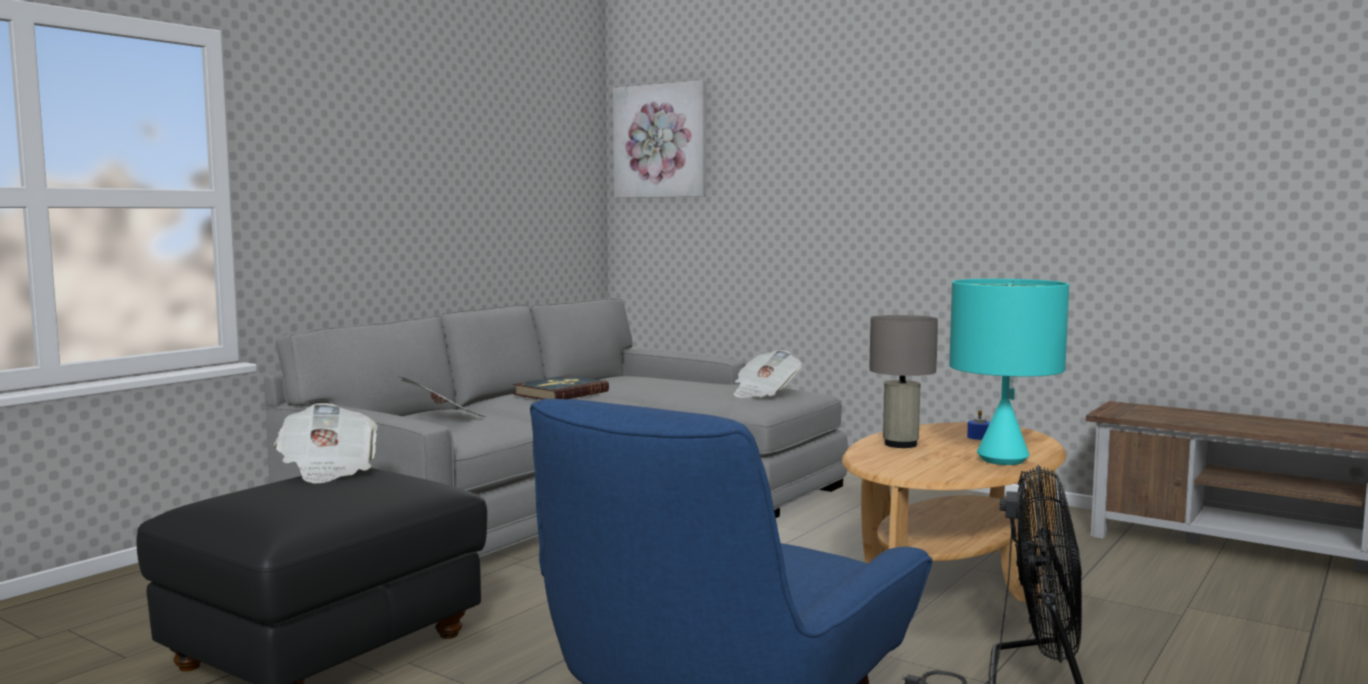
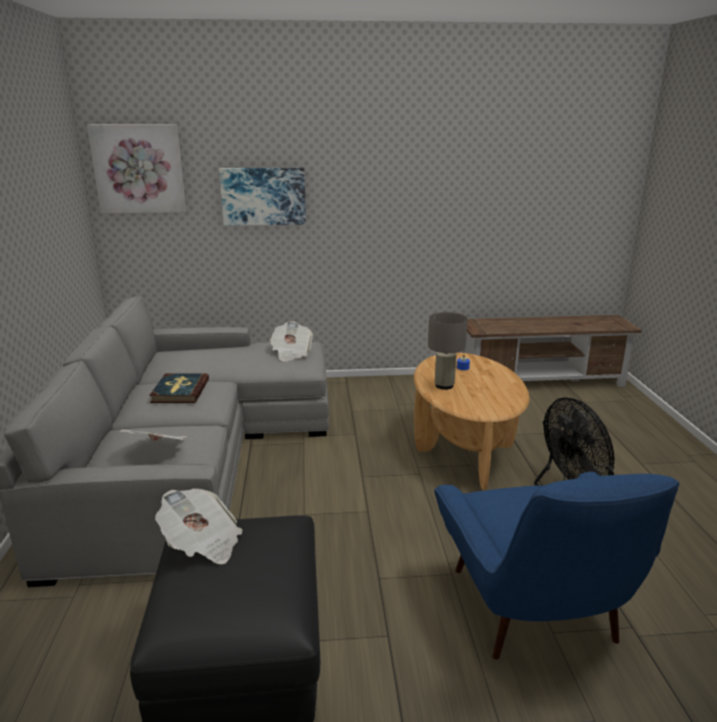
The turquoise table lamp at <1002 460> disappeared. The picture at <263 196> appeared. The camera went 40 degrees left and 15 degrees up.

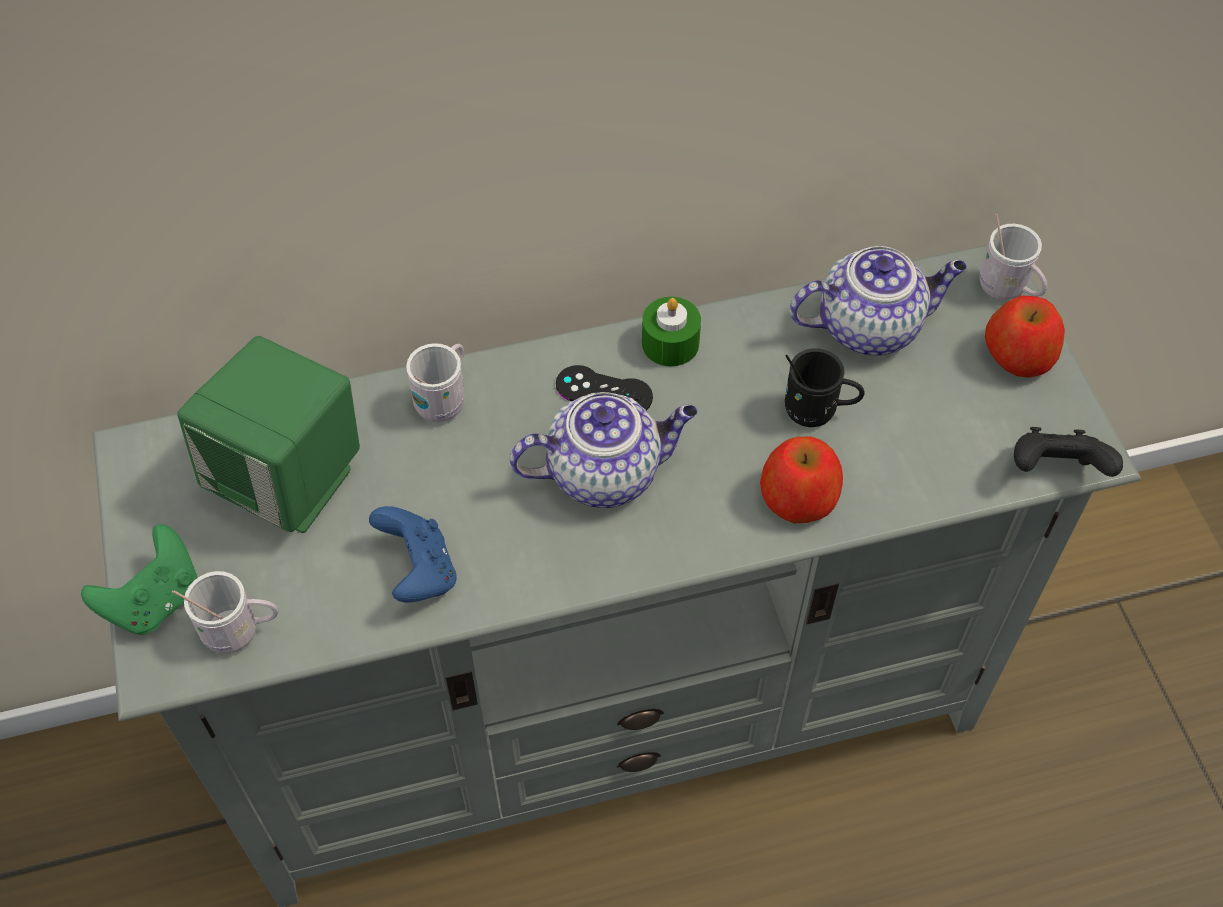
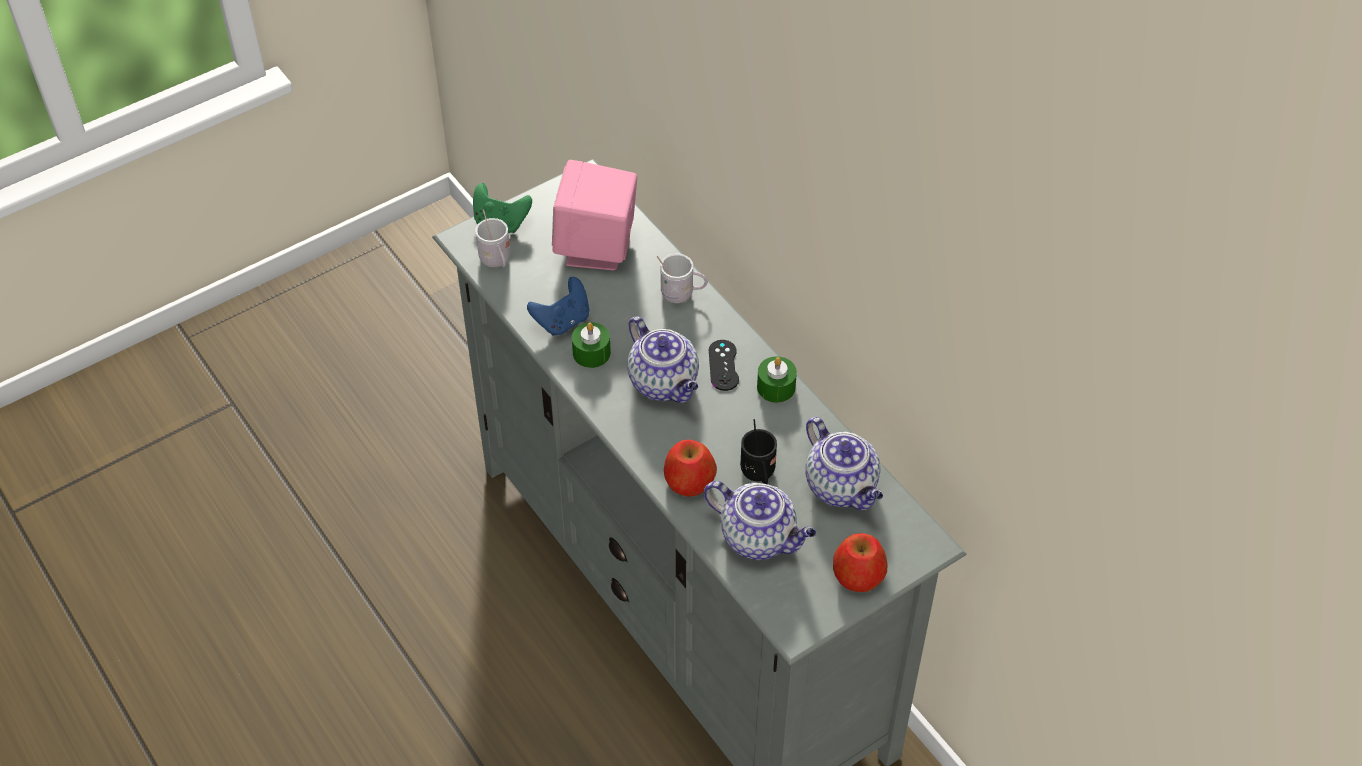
The white mug at <1007 290> disappeared. The green speaker at <290 480> became the pink speaker at <597 248>. The black game controller at <1055 471> disappeared. The green candle at <591 353> appeared. The teapot at <759 538> appeared. The camera went 70 degrees right and 5 degrees down.

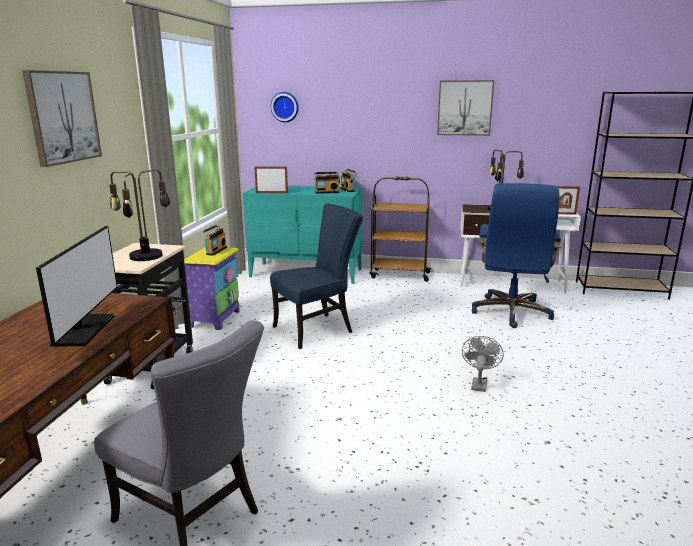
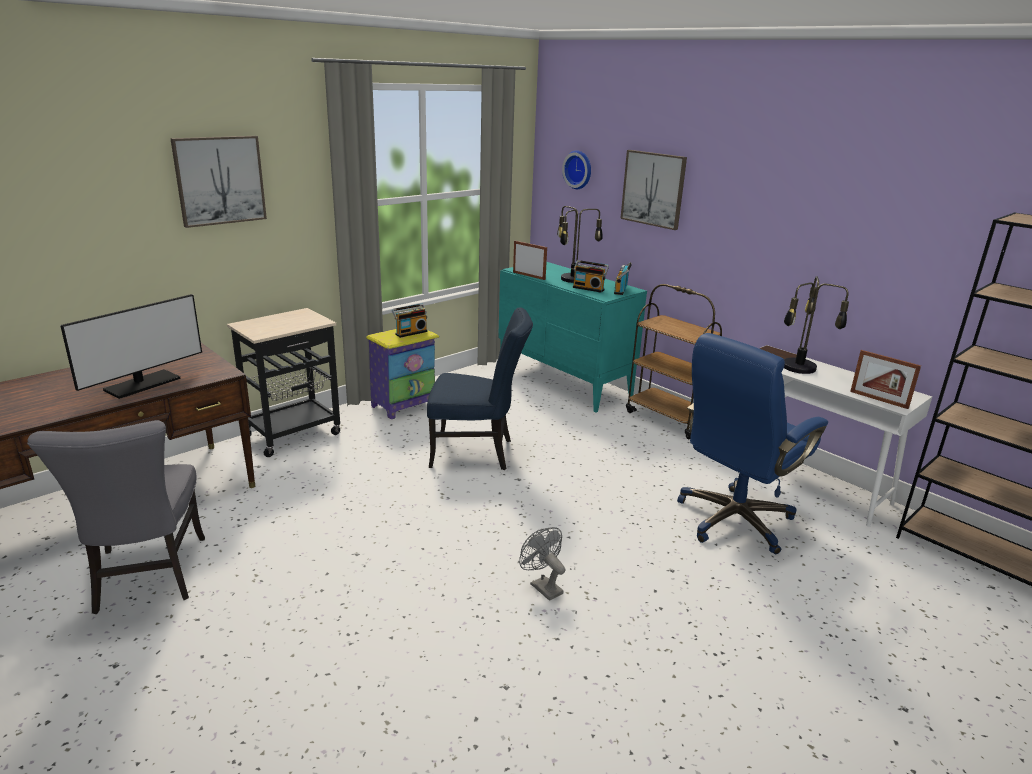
The picture moved from <465 108> to <653 189>. The table lamp moved from <145 256> to <573 279>. The grey fan at <479 383> turned 90 degrees counterclockwise. The camera went 35 degrees right and 5 degrees up.

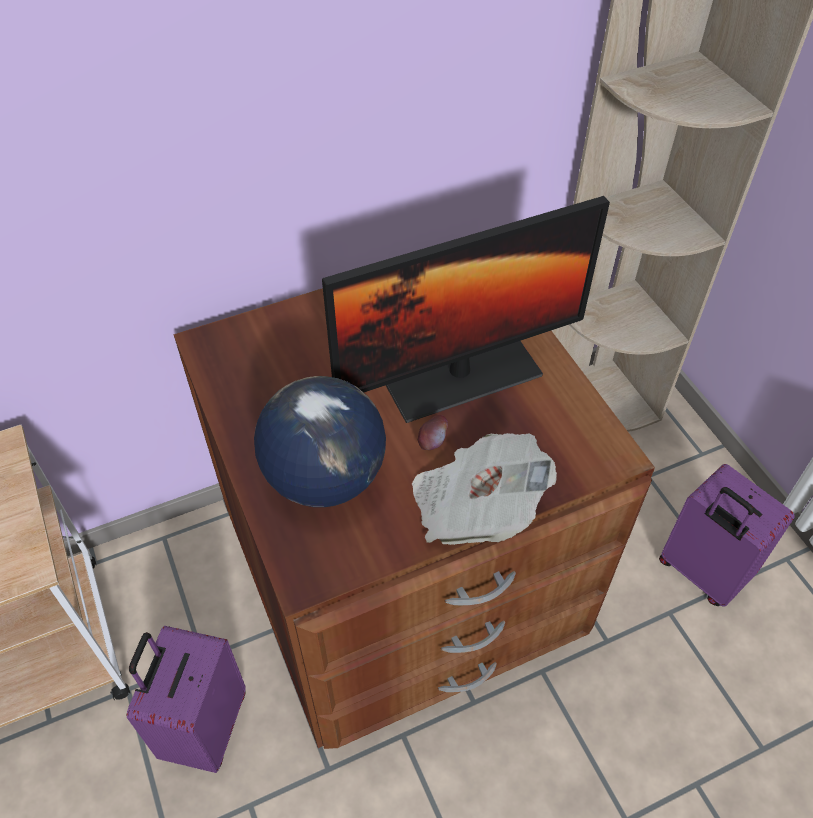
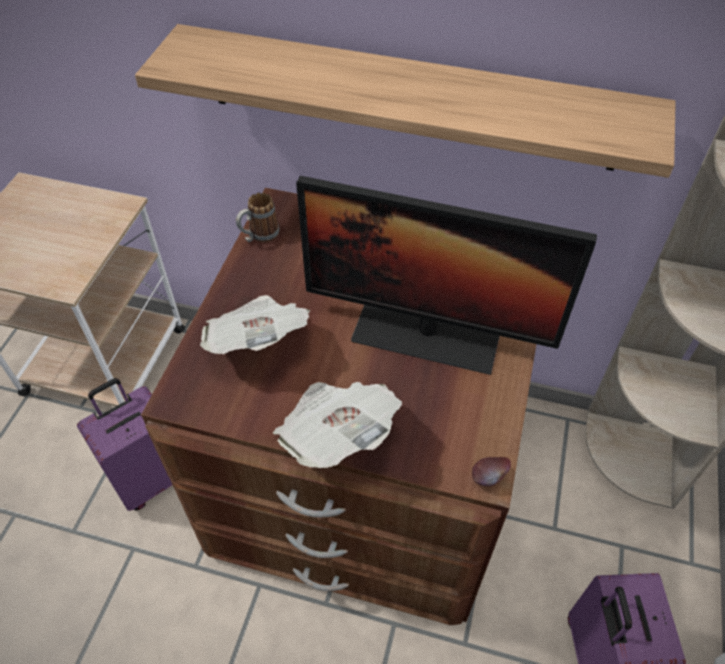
The globe at <324 477> was replaced by the newspaper at <258 341>. The apple moved from <432 442> to <488 477>. The shelf at <409 98> appeared. The mug at <259 236> appeared. The camera went 40 degrees right and 0 degrees up.

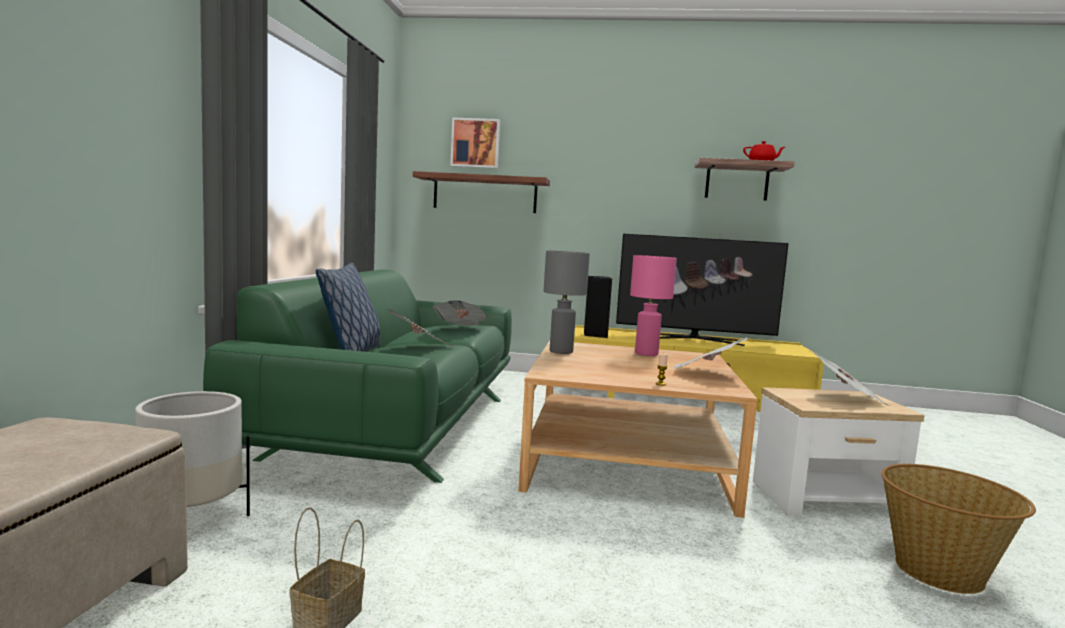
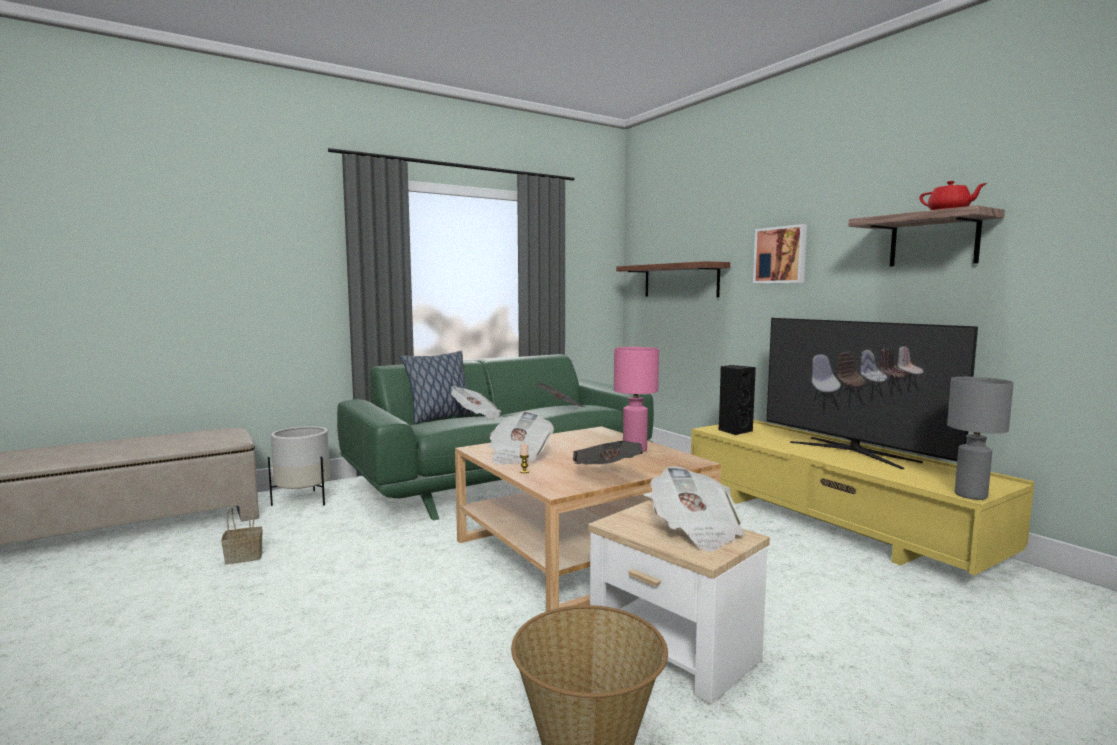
The picture moved from <475 143> to <781 255>. The grey table lamp moved from <560 351> to <970 495>. The newspaper at <518 456> appeared. The camera went 50 degrees right and 0 degrees up.

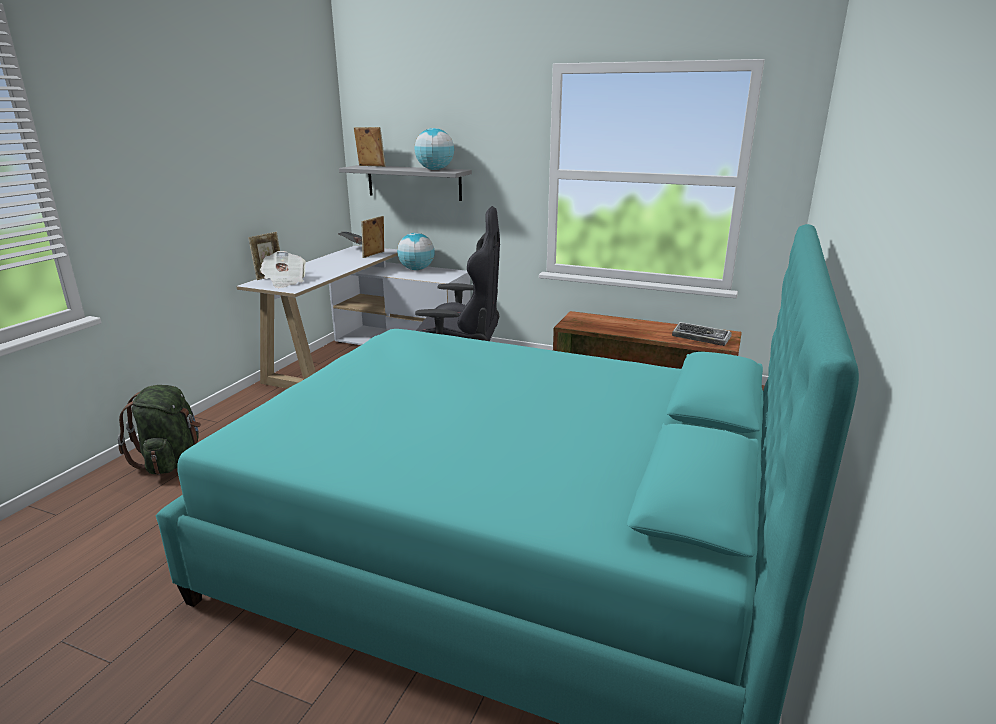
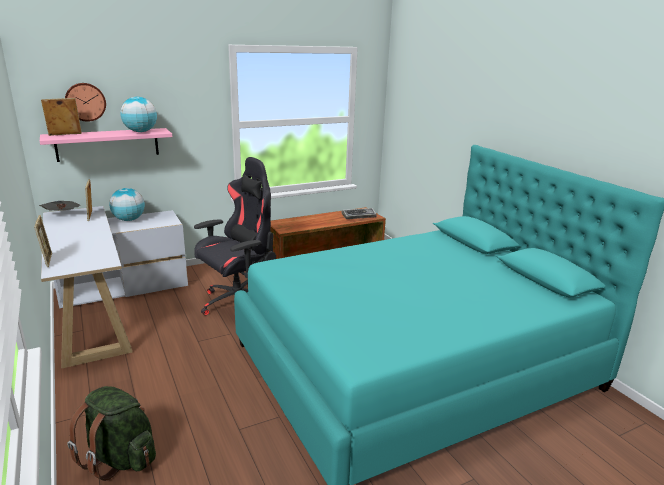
The grey shelf at <414 182> became the pink shelf at <108 144>. The newspaper at <285 281> disappeared. The wall clock at <85 102> appeared. The camera went 50 degrees left and 0 degrees up.

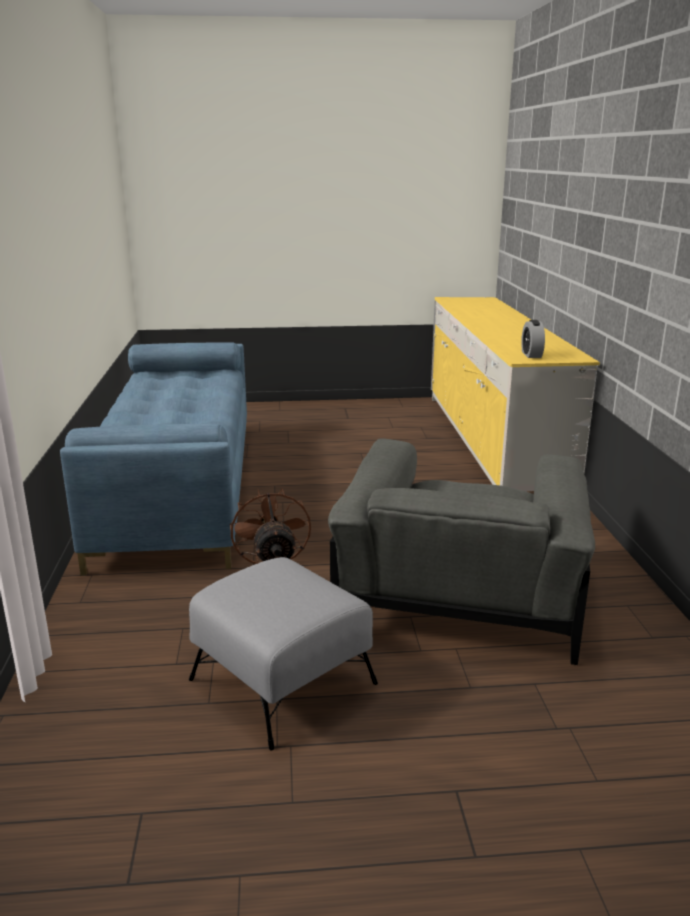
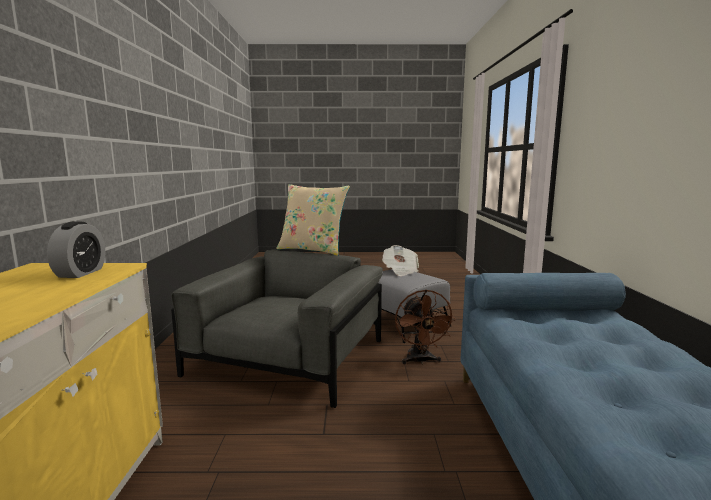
The beige pillow at <312 250> appeared. The newspaper at <400 271> appeared. The camera went 175 degrees left and 10 degrees down.

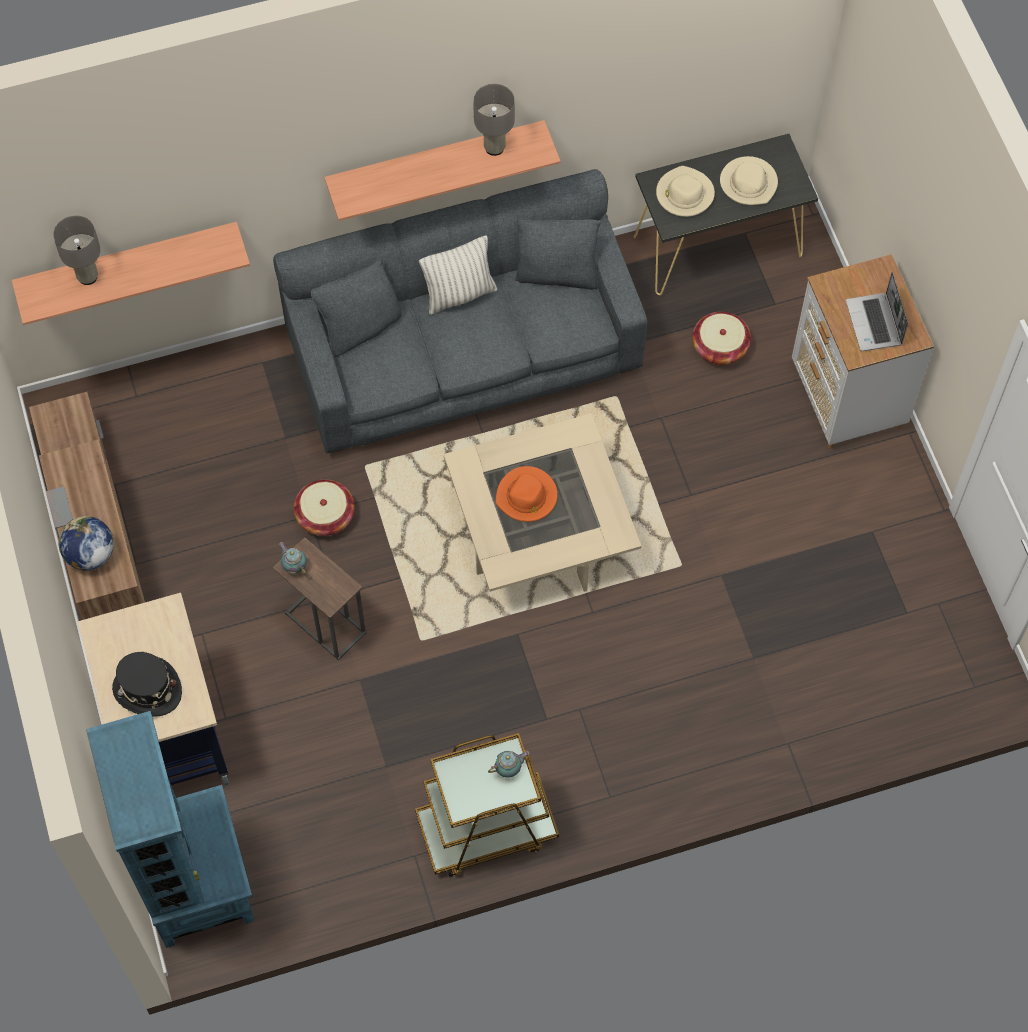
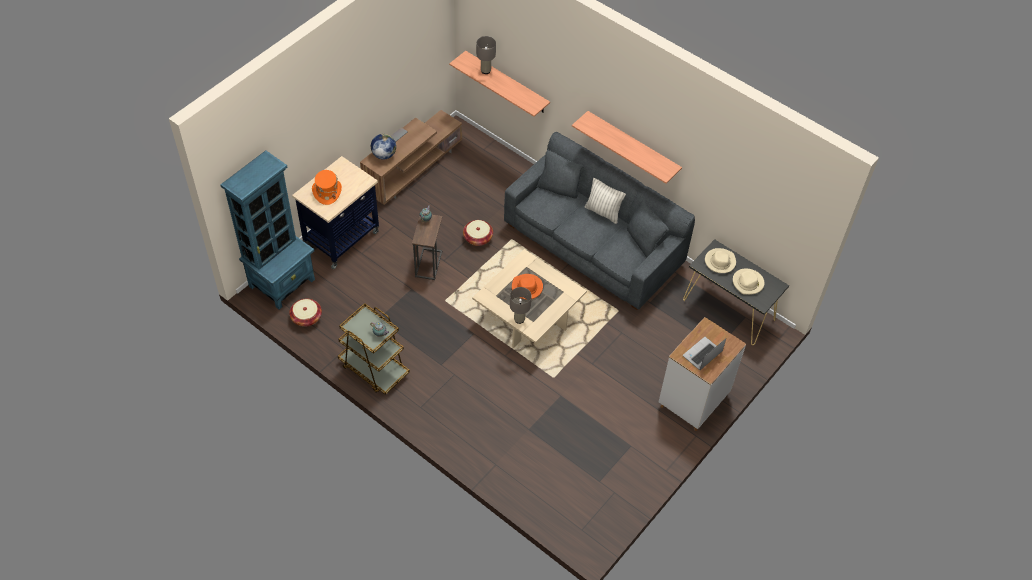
The grey table lamp moved from <494 147> to <519 319>. The basket moved from <720 347> to <306 317>. The black hat at <147 689> became the orange hat at <327 192>. The camera went 55 degrees right and 10 degrees down.

